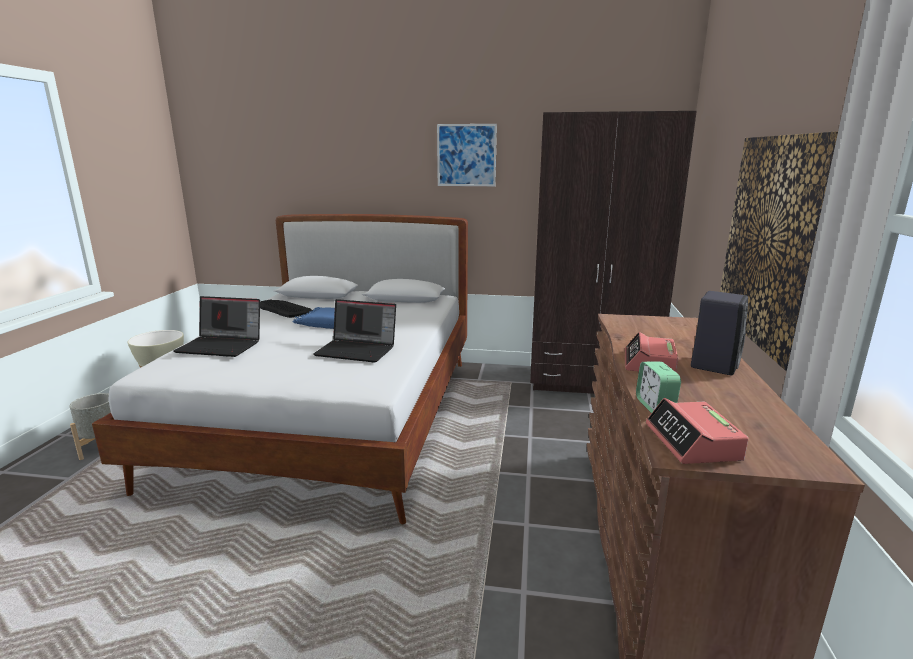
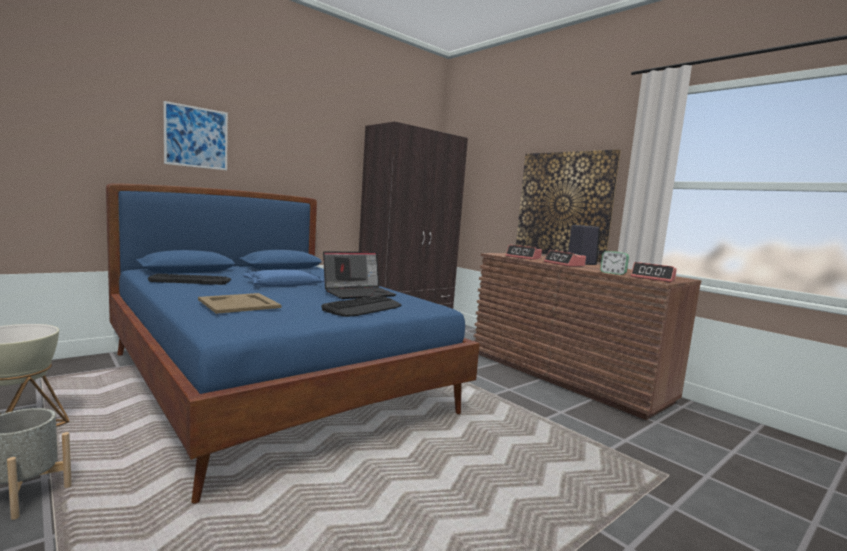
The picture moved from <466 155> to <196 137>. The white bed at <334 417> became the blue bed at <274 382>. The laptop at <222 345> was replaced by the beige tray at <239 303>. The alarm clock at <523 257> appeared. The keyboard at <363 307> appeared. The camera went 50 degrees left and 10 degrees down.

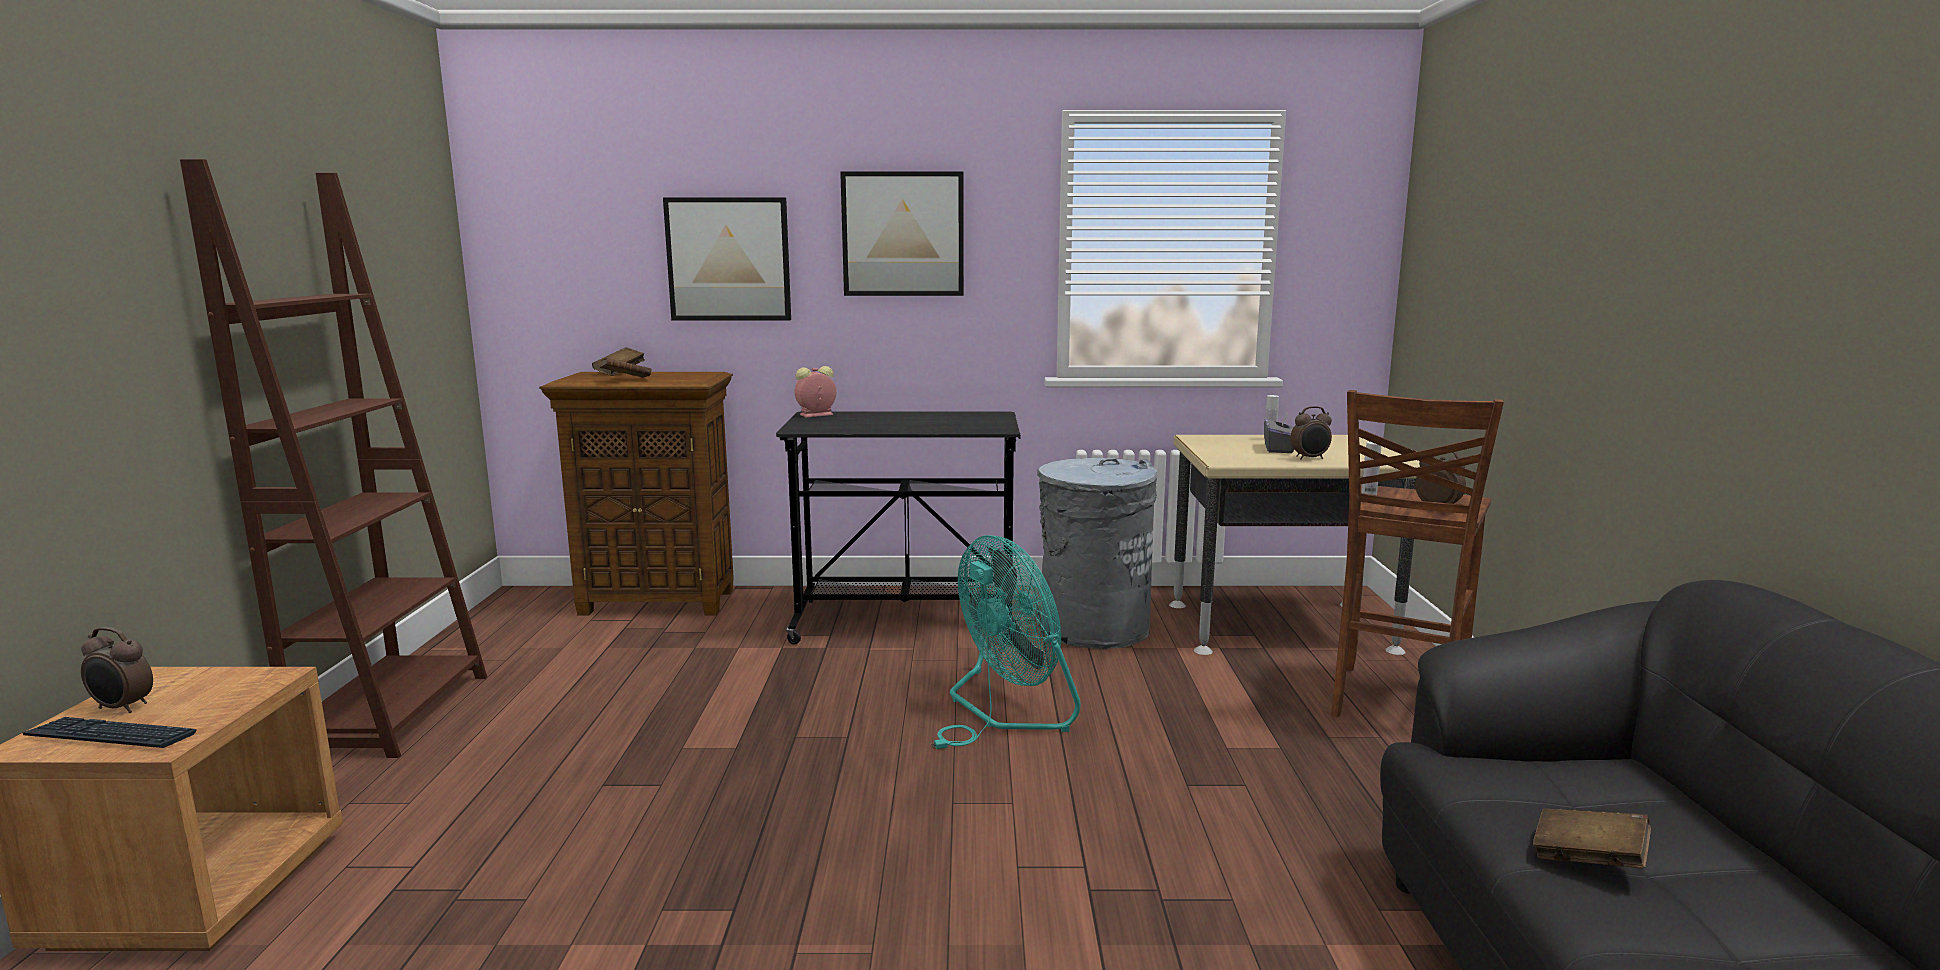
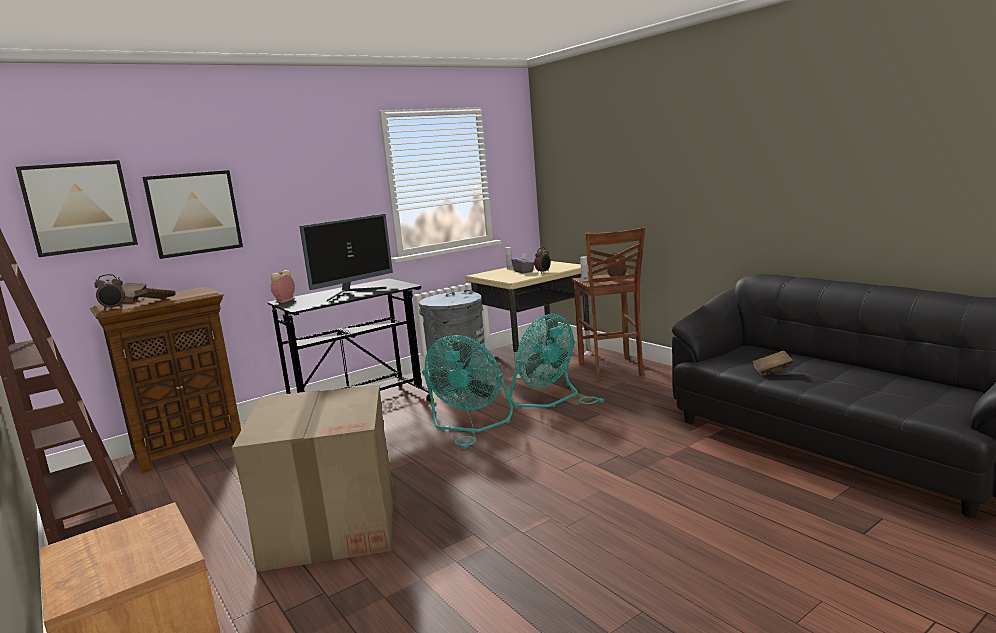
The picture moved from <903 234> to <79 207>. The alarm clock moved from <122 708> to <114 308>. The keyboard at <111 736> disappeared. The monitor at <353 293> appeared. The turquoise fan at <557 398> appeared. The cardboard box at <331 525> appeared. The camera went 35 degrees left and 0 degrees up.

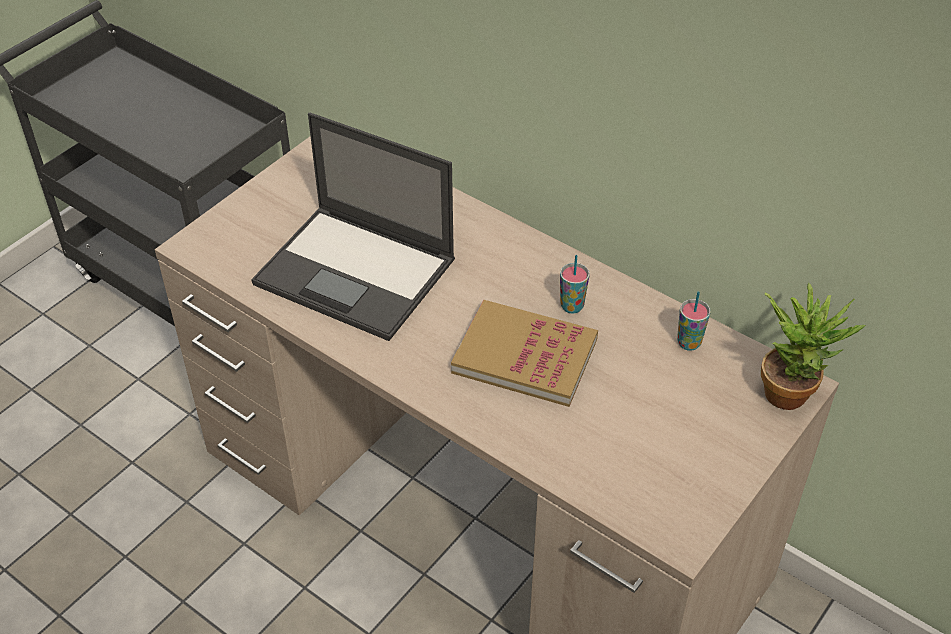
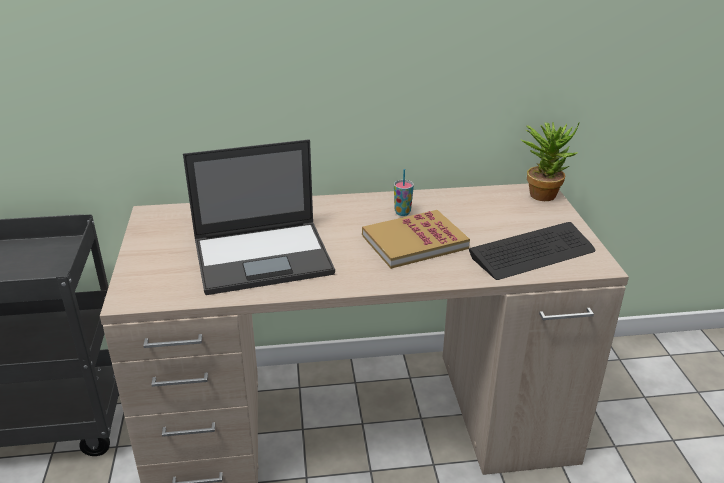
The cup at <689 343> disappeared. The keyboard at <532 253> appeared. The camera went 45 degrees left and 15 degrees down.

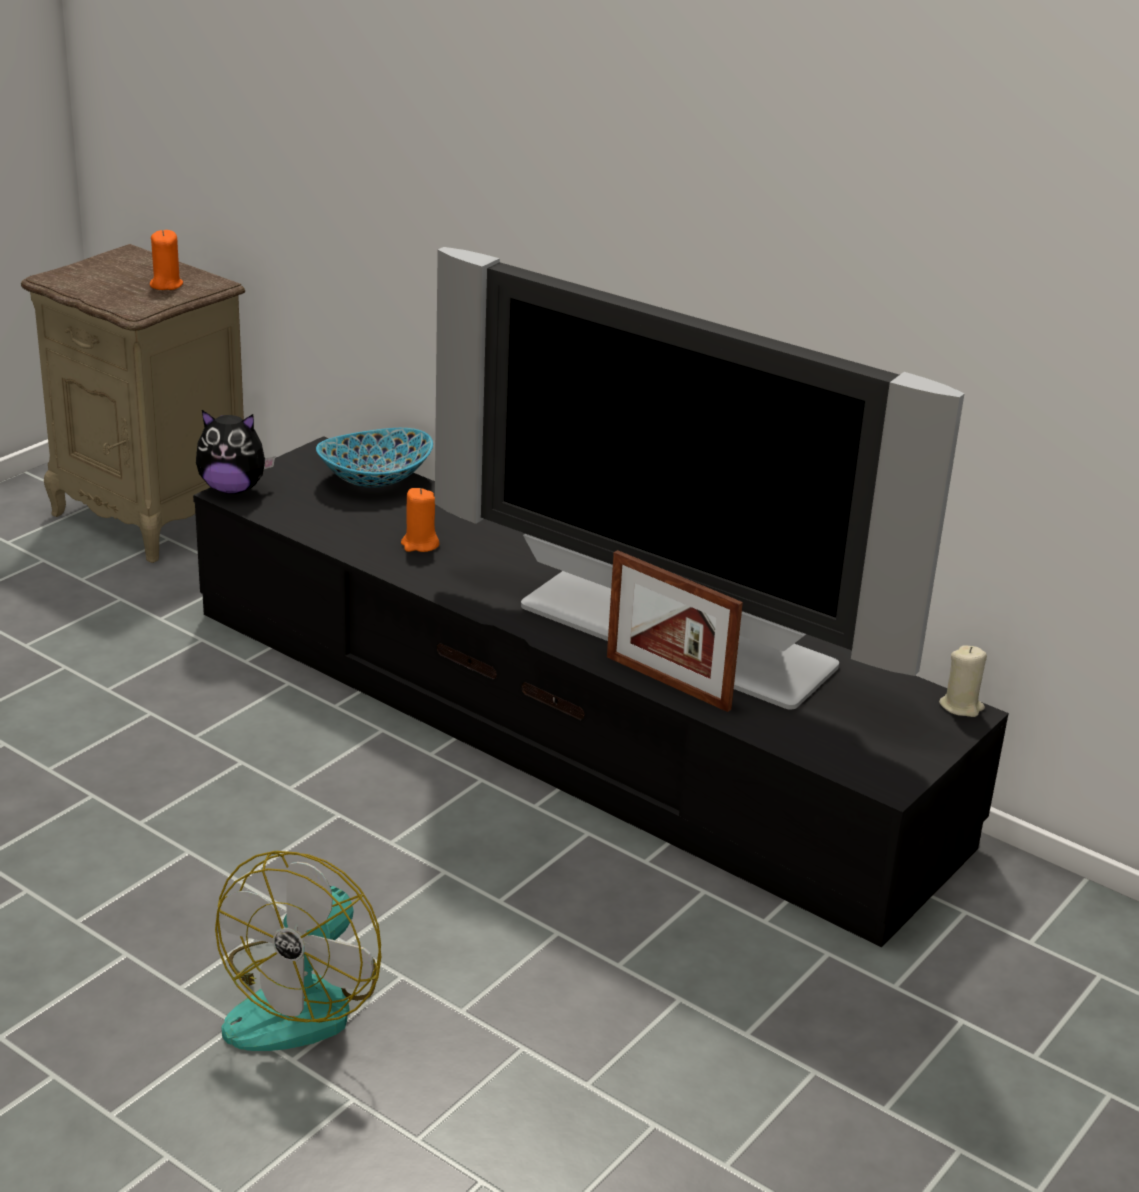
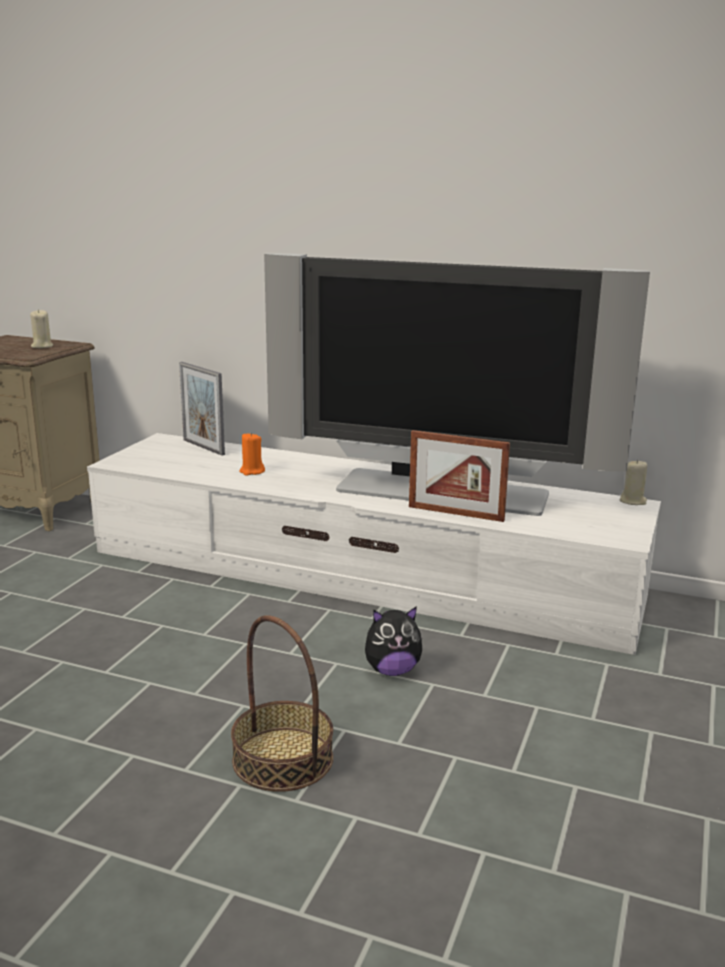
The orange candle at <166 284> became the beige candle at <42 346>. The plush toy moved from <233 489> to <392 670>. The bowl at <375 480> was replaced by the picture frame at <203 447>. The black tv stand at <564 720> became the white tv stand at <361 571>. The fan at <304 1000> was replaced by the basket at <283 759>. The camera went 15 degrees left and 10 degrees down.

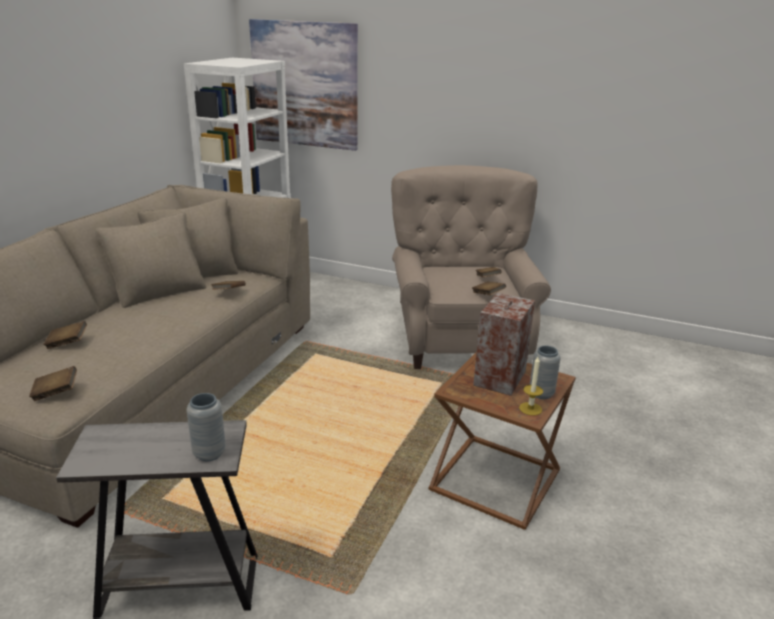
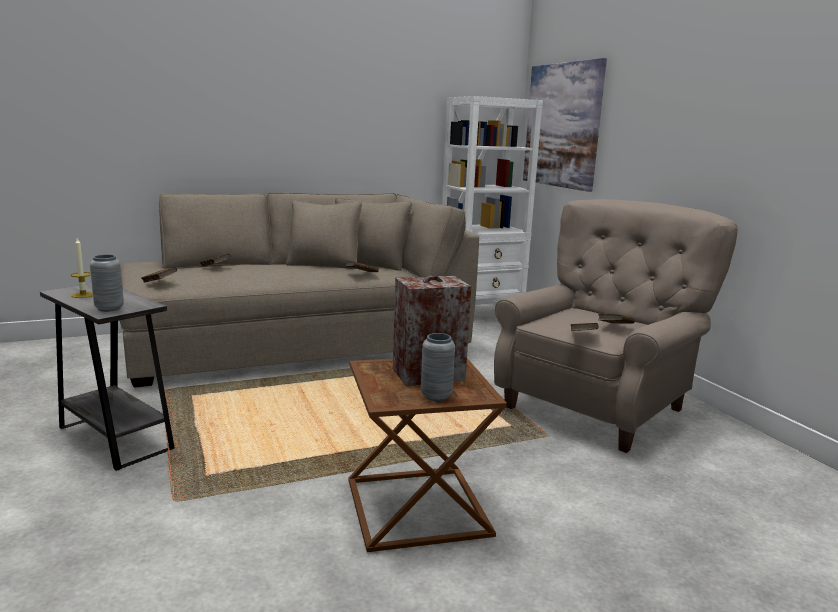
The candle moved from <530 409> to <83 295>. The camera went 45 degrees right and 10 degrees down.

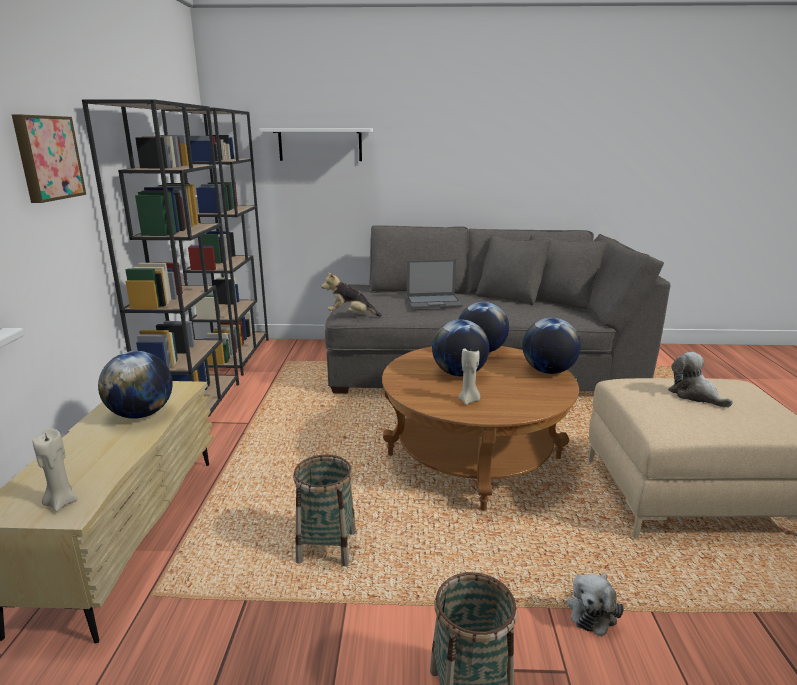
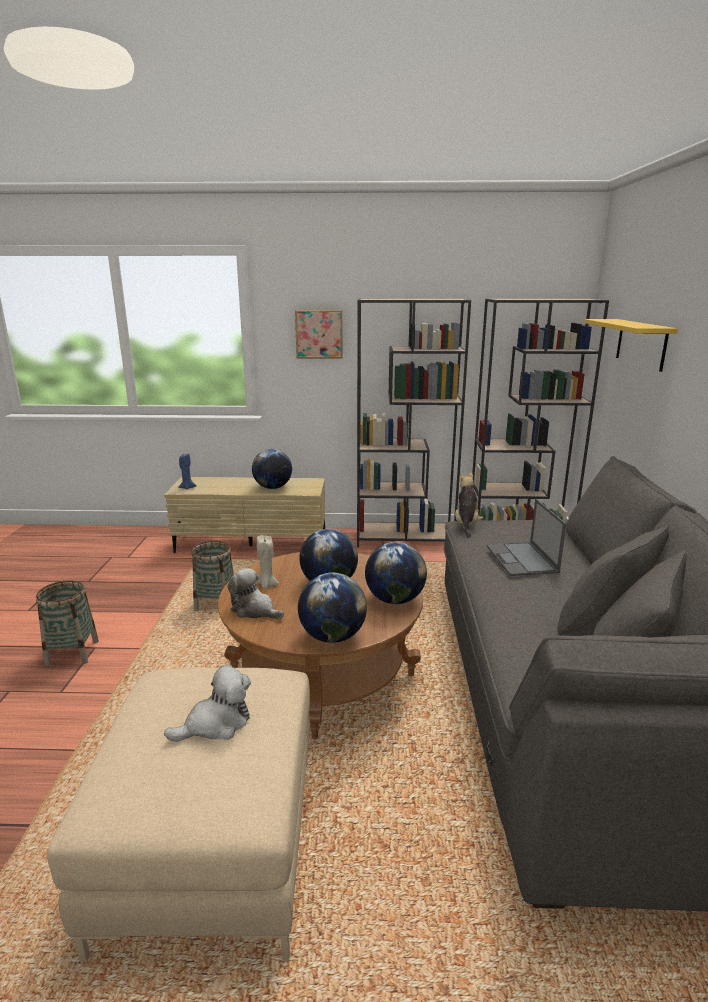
The white shelf at <320 144> became the yellow shelf at <641 343>. The beige candle at <61 502> became the blue candle at <187 487>. The plush toy moved from <593 610> to <255 610>. The camera went 90 degrees right and 0 degrees up.

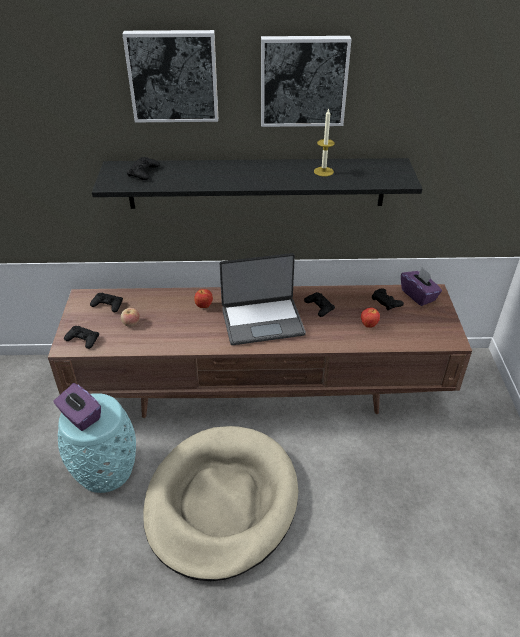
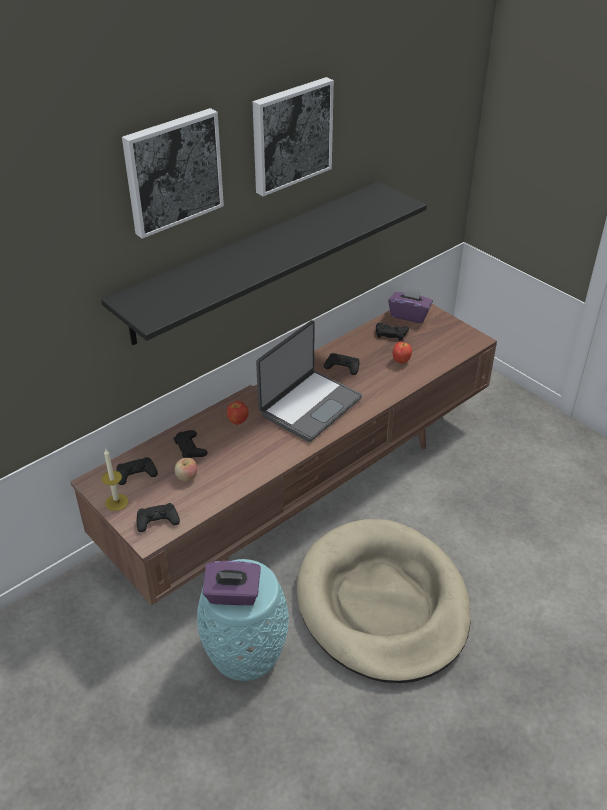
The candle moved from <323 171> to <116 502>. The black game controller moved from <143 172> to <190 448>. The camera went 40 degrees left and 0 degrees up.

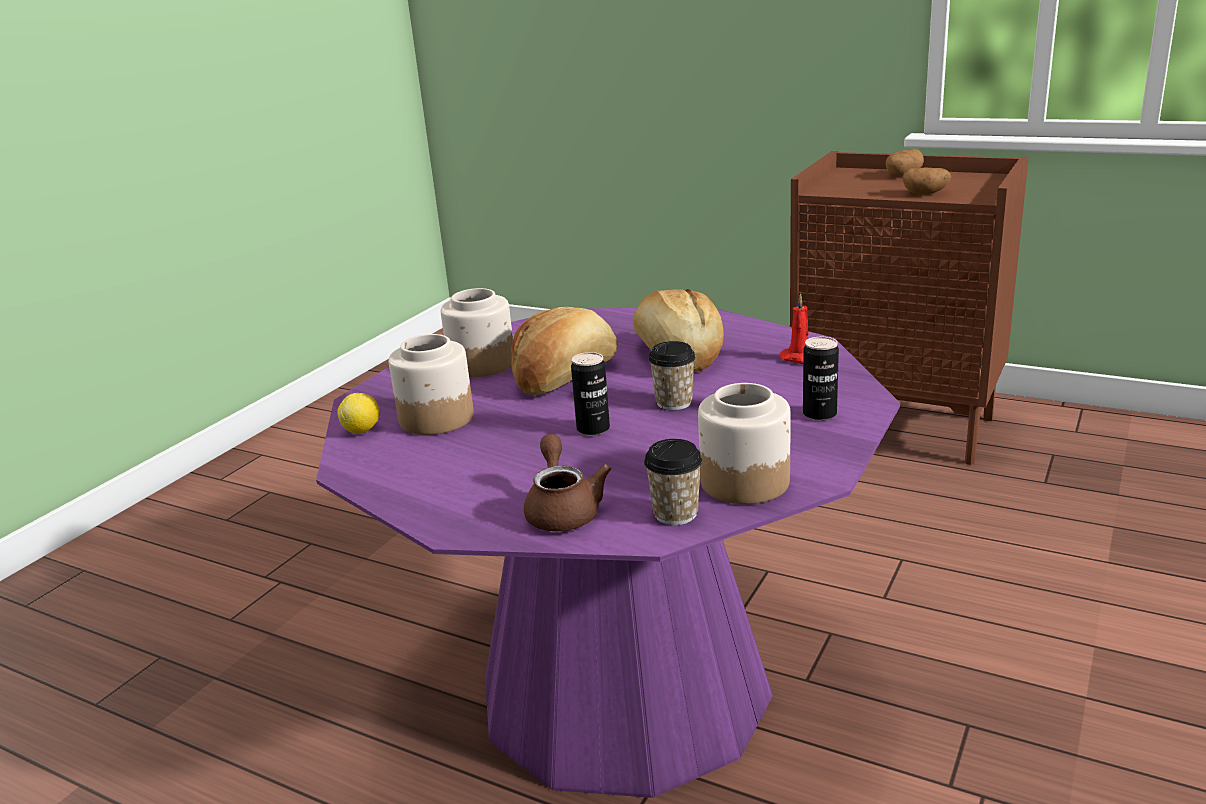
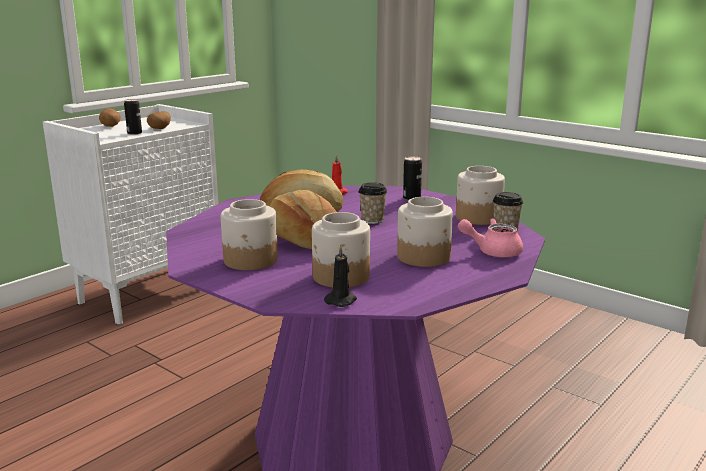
The brown cabinet at <897 427> became the white cabinet at <149 294>. The can moved from <593 429> to <134 133>. The lemon at <362 430> was replaced by the black candle at <341 300>. The brown teapot at <563 509> became the pink teapot at <492 251>. The jar at <424 257> appeared. The camera went 80 degrees left and 5 degrees down.

